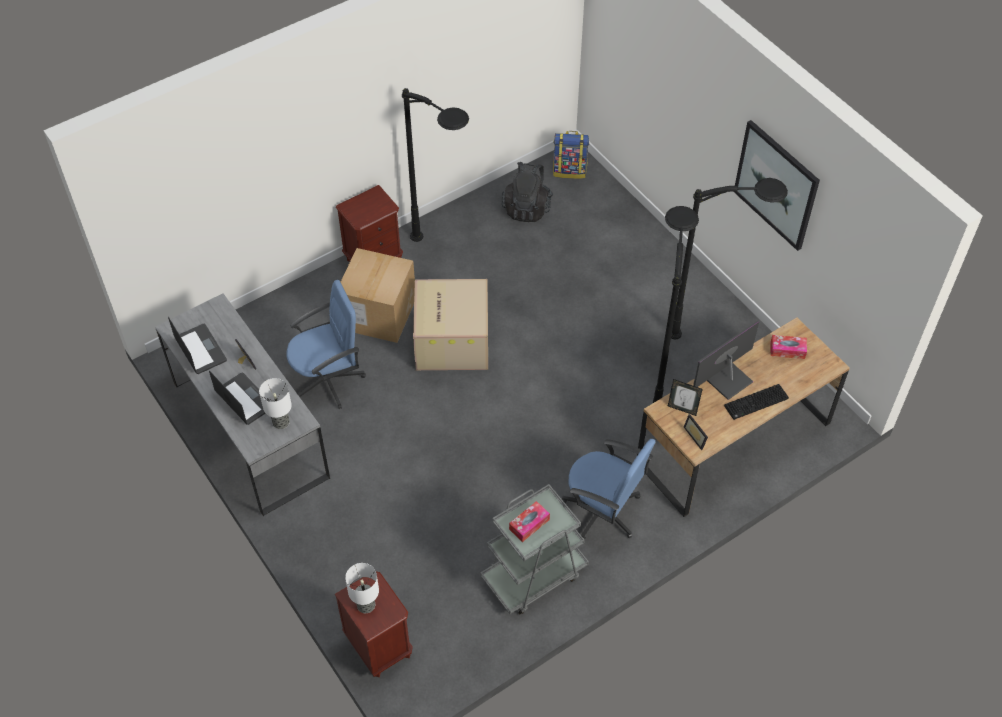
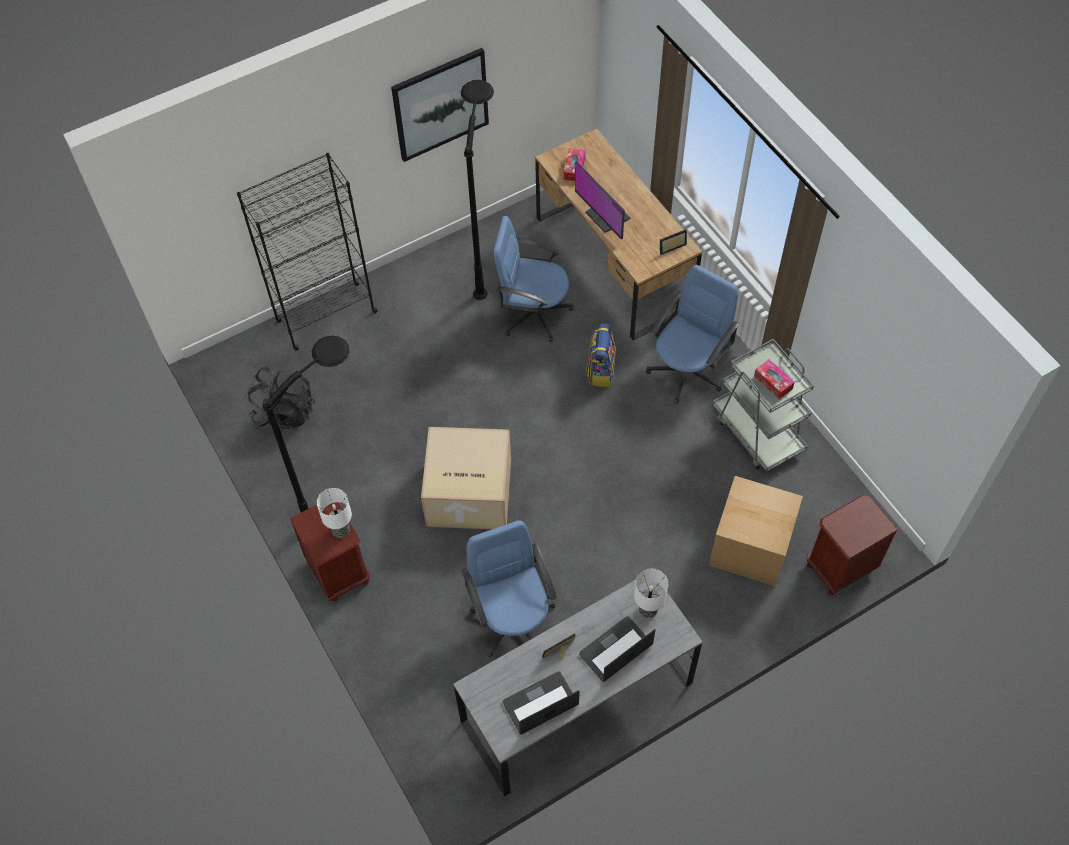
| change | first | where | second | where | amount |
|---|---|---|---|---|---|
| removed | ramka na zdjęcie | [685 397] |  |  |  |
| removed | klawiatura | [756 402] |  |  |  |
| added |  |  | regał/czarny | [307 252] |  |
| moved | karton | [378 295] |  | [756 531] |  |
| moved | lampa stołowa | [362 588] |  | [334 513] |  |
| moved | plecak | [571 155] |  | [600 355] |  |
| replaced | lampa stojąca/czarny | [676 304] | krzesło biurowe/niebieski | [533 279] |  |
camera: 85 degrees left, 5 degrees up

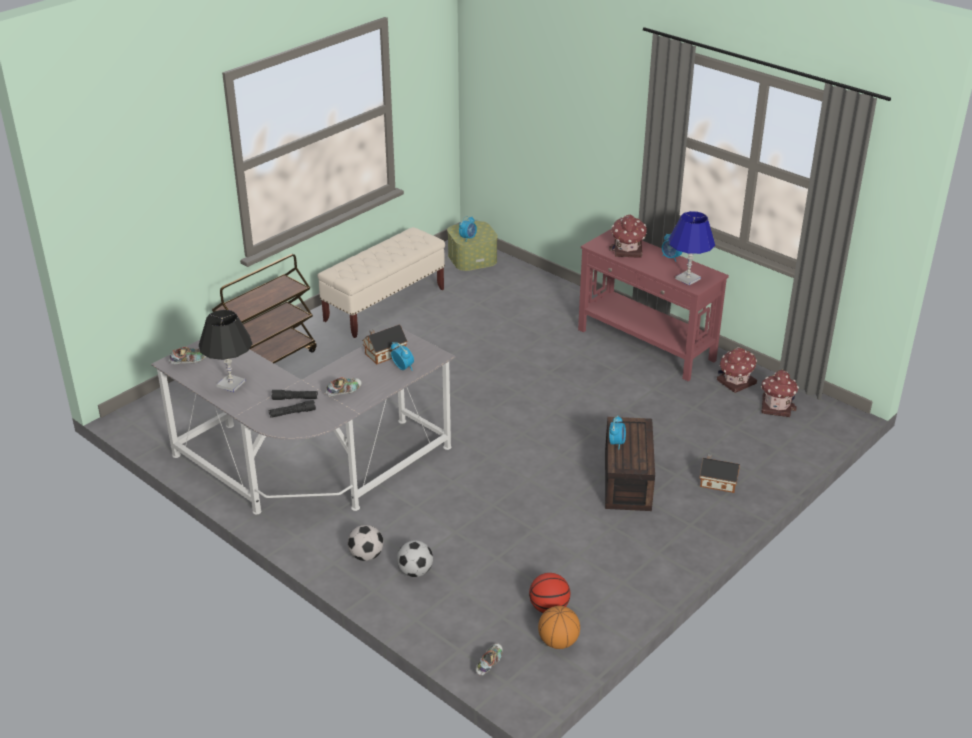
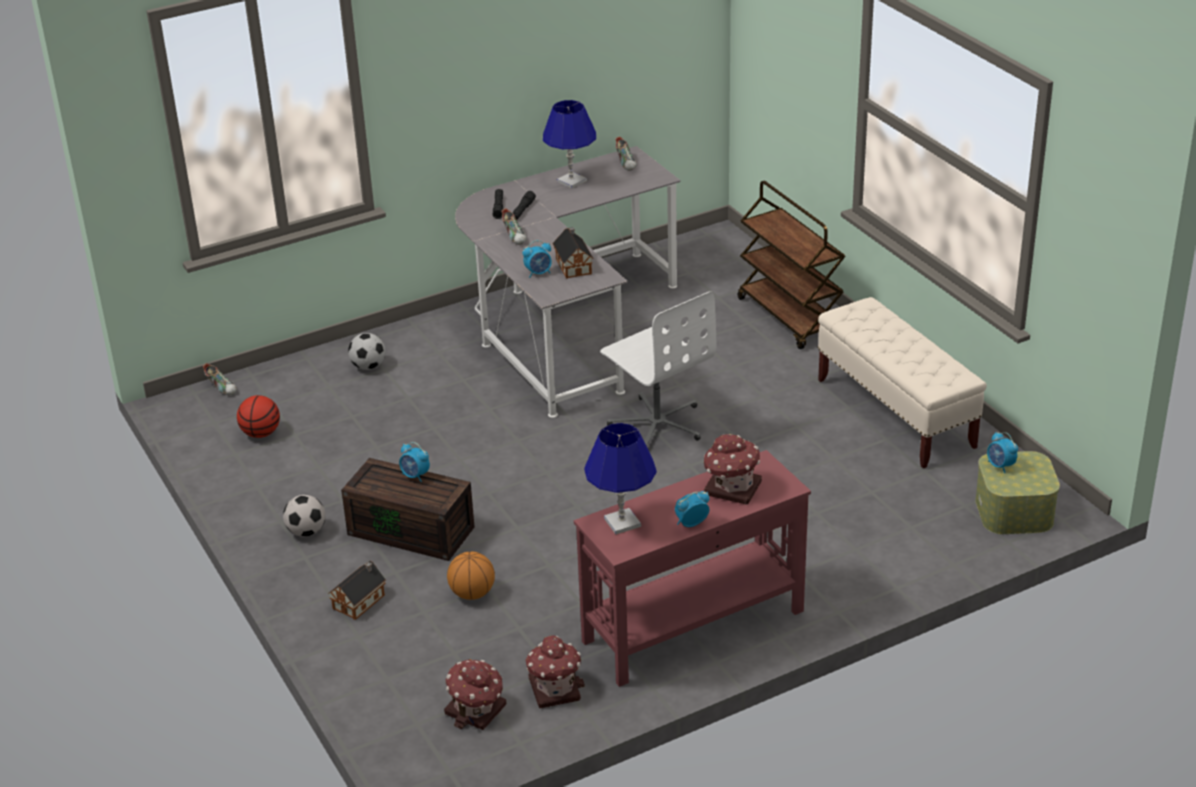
| change | first | where | second | where | amount |
|---|---|---|---|---|---|
| added |  |  | krzesło biurowe/biały | [658 368] |  |
| moved | piłka futbolowa | [365 543] |  | [304 516] |  |
| moved | piłka do koszykówki | [559 627] |  | [471 575] |  |
| recoloured | lampa stołowa/czarny | [225 351] | lampa stołowa/niebieski | [569 144] |  |
camera: 110 degrees right, 0 degrees up

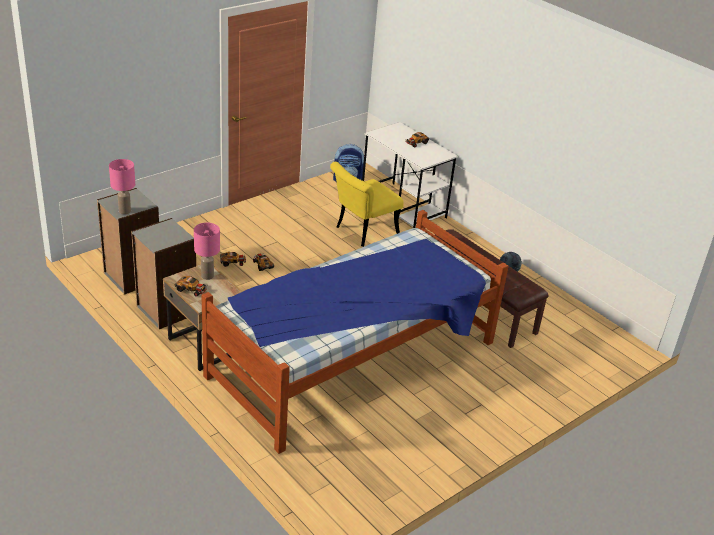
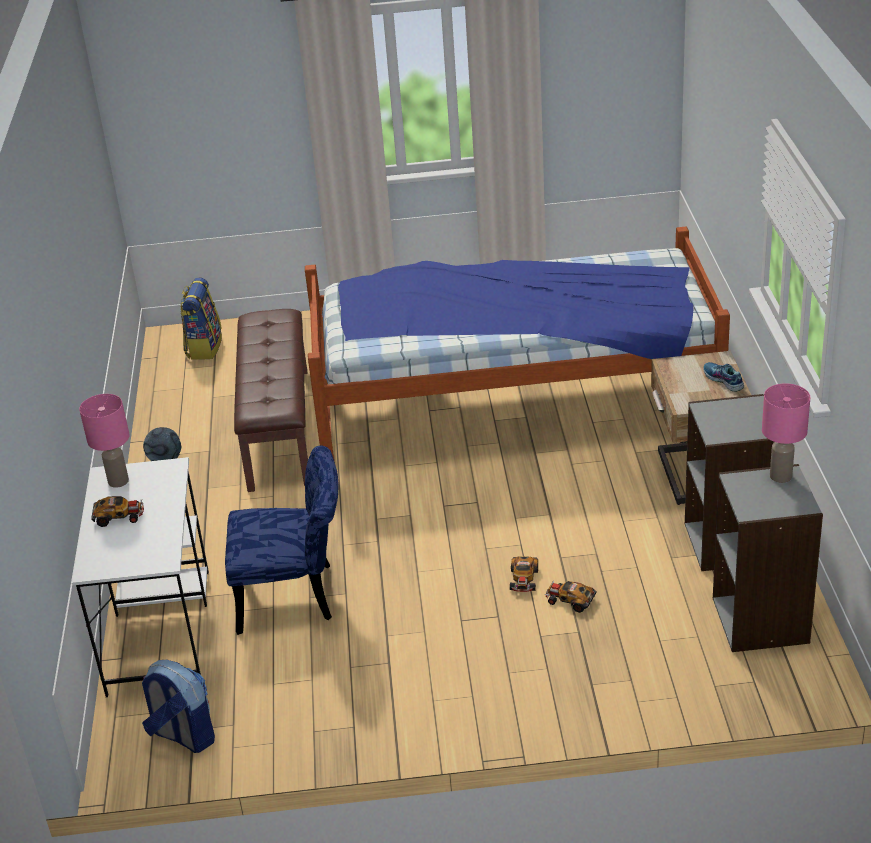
| change | first | where | second | where | amount |
|---|---|---|---|---|---|
| added |  |  | plecak | [201 319] |  |
| moved | lampa stołowa/różowy | [207 251] |  | [104 441] |  |
| replaced | samochodzik | [191 286] | but | [723 377] |  |
| recoloured | krzesło/żółty | [367 204] | krzesło/niebieski | [281 540] |  |
camera: 140 degrees left, 0 degrees up

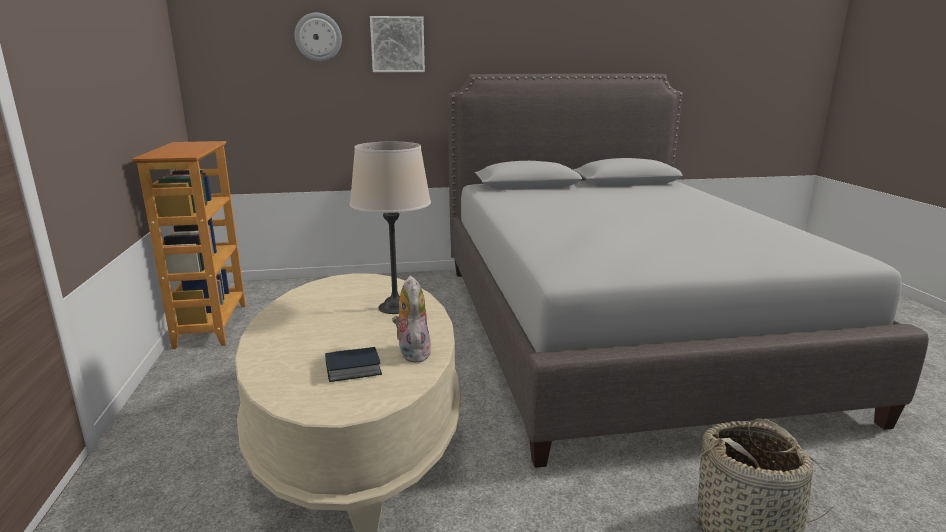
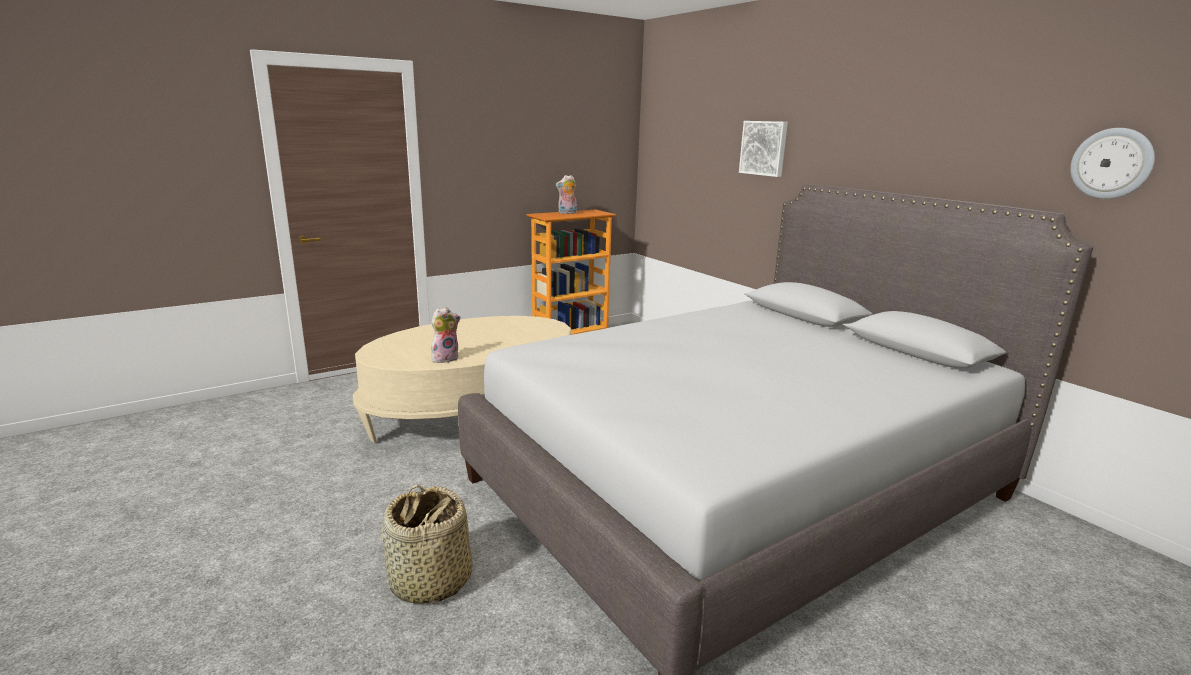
| change | first | where | second | where | amount |
|---|---|---|---|---|---|
| removed | książka | [353 364] |  |  |  |
| removed | lampa stołowa/beżowy | [390 228] |  |  |  |
| added |  |  | pluszak | [566 194] |  |
| moved | zegar ścienny | [318 37] |  | [1112 163] |  |
camera: 65 degrees right, 0 degrees up

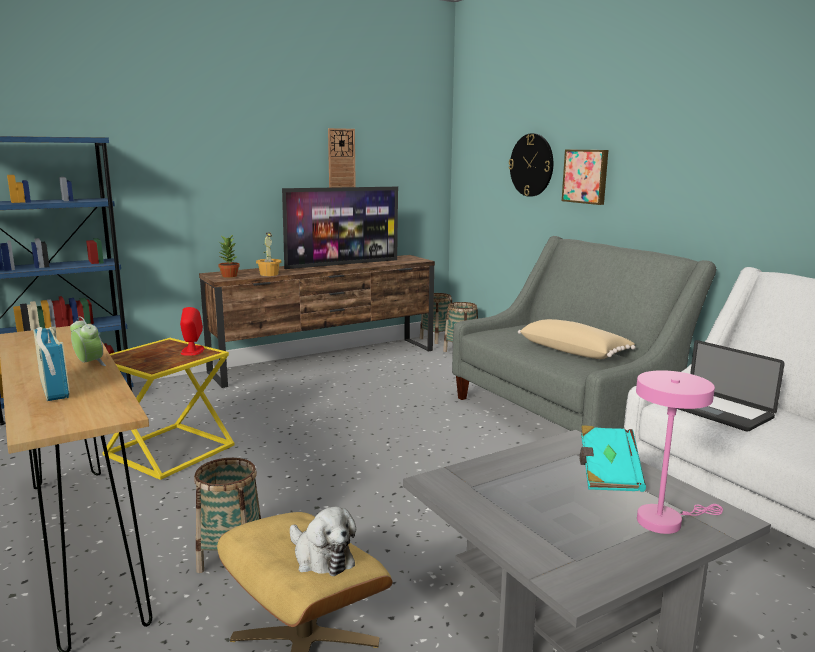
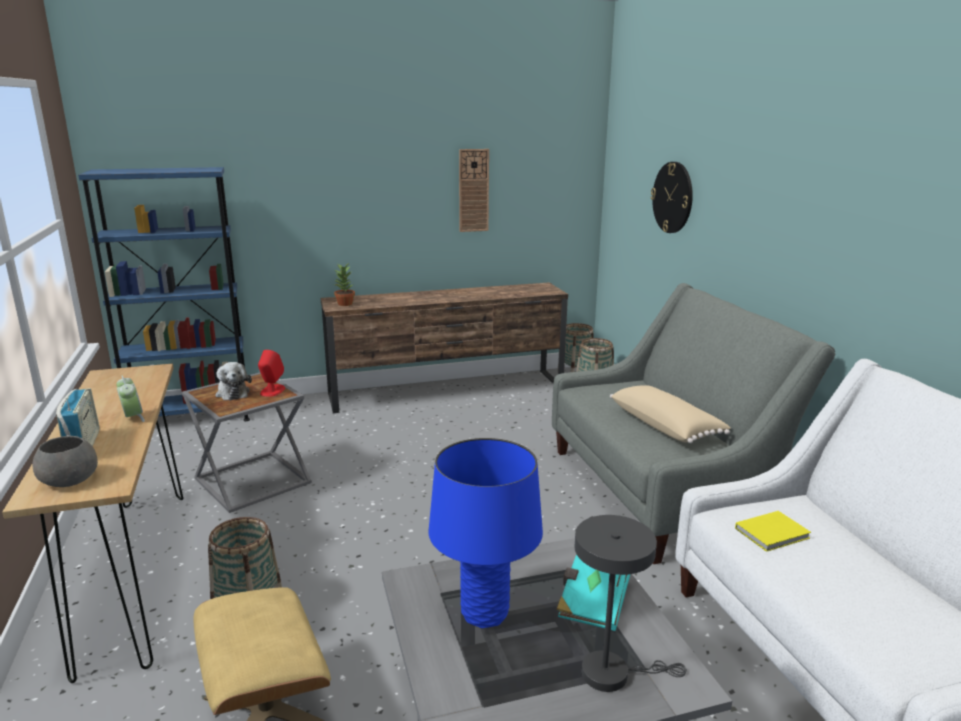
| change | first | where | second | where | amount |
|---|---|---|---|---|---|
| removed | roślina doniczkowa | [268 254] |  |  |  |
| removed | telewizor | [340 228] |  |  |  |
| removed | obraz | [585 177] |  |  |  |
| added |  |  | miska/szary | [65 461] |  |
| added |  |  | lampa stołowa/niebieski | [486 533] |  |
| moved | pluszak | [323 541] |  | [233 381] |  |
| replaced | laptop | [731 386] | książka/żółty | [773 531] |  |
| recoloured | stolik/żółty | [168 409] | stolik/szary | [247 442] |  |
| recoloured | lampa stołowa/różowy | [679 452] | lampa stołowa/szary | [631 603] |  |
camera: 15 degrees right, 5 degrees up

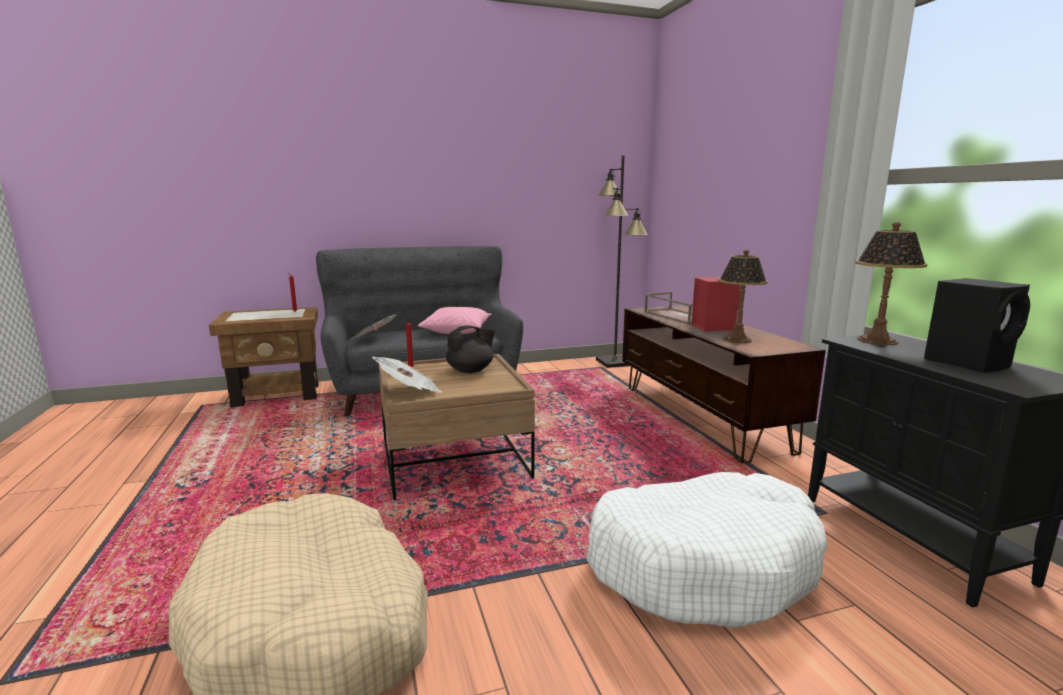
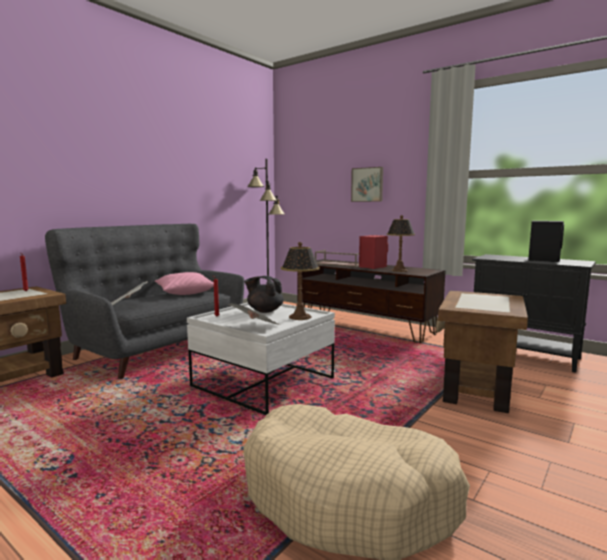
| change | first | where | second | where | amount |
|---|---|---|---|---|---|
| added |  |  | obraz | [367 184] |  |
| moved | lampa stołowa | [891 283] |  | [300 281] |  |
| replaced | legowisko/biały | [706 550] | stolik/brązowy | [482 352] |  |
| recoloured | ława/brązowy | [457 427] | ława/biały | [261 358] |  |
| turned | imbryk/czarny | [470 349] |  | [264 294] | 90 degrees counterclockwise |
camera: 35 degrees left, 5 degrees down

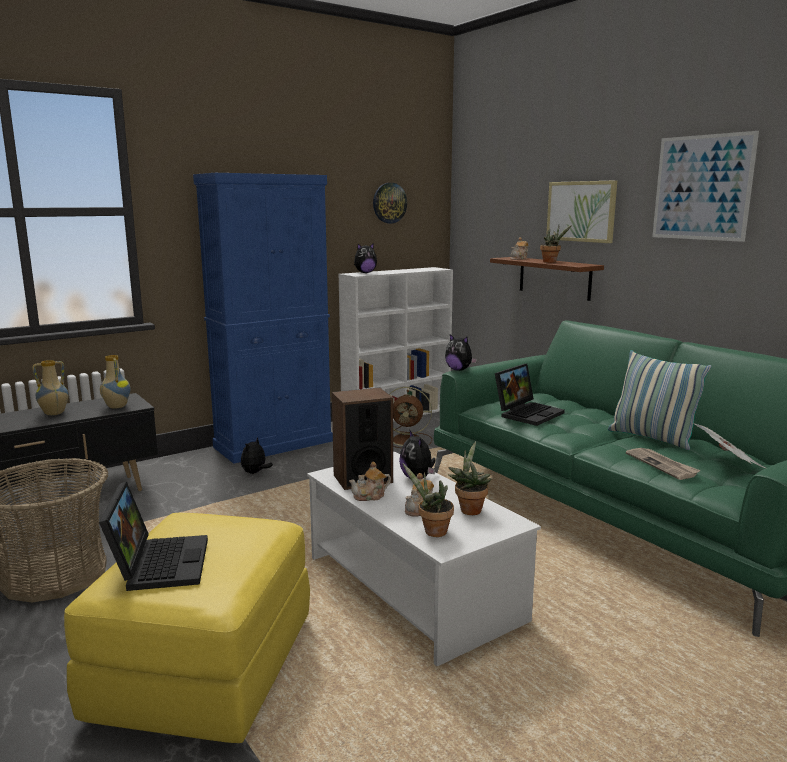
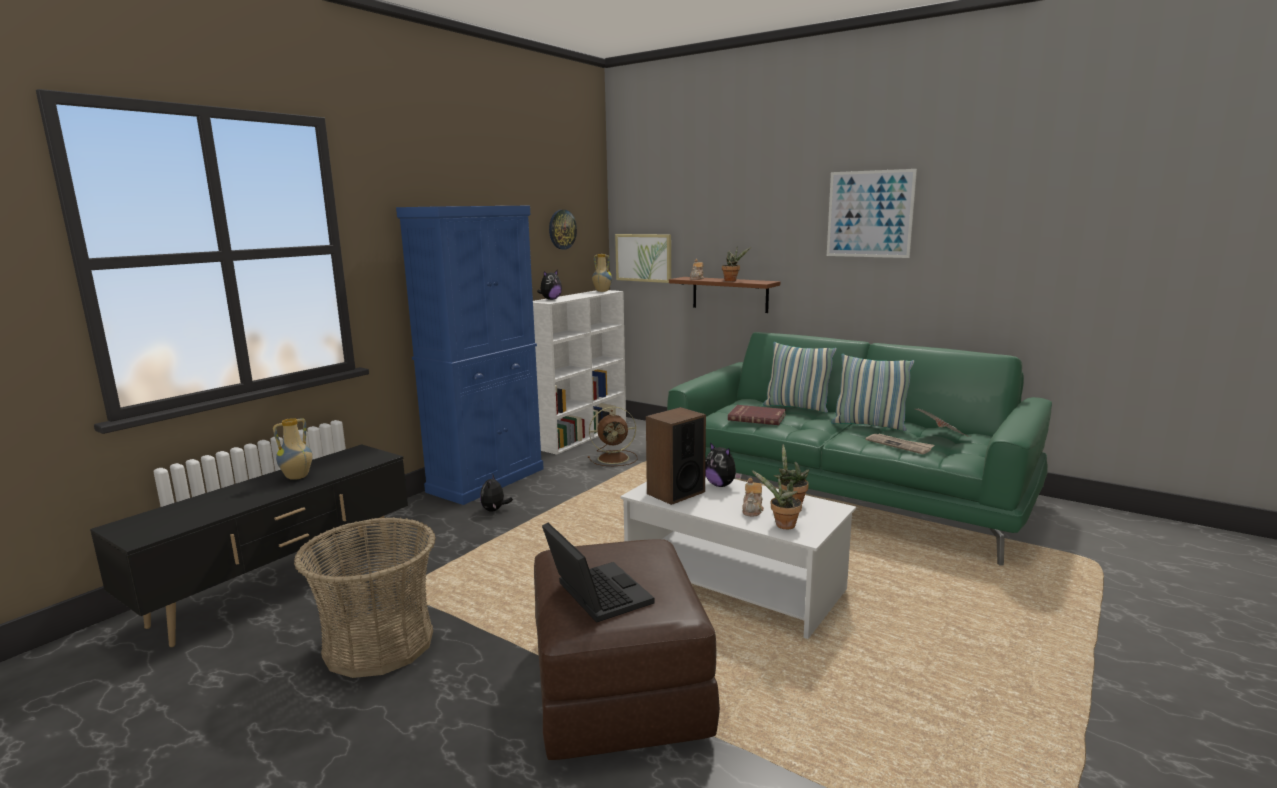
| change | first | where | second | where | amount |
|---|---|---|---|---|---|
| removed | imbryk | [370 481] |  |  |  |
| removed | pluszak | [461 352] |  |  |  |
| added |  |  | poduszka | [800 377] |  |
| moved | wazon | [115 381] |  | [602 273] |  |
| moved | obraz | [581 211] |  | [643 258] |  |
| replaced | laptop | [530 395] | książka/czerwony | [757 415] |  |
| recoloured | pufa/żółty | [187 628] | pufa/brązowy | [627 649] |  |
camera: 20 degrees left, 0 degrees up

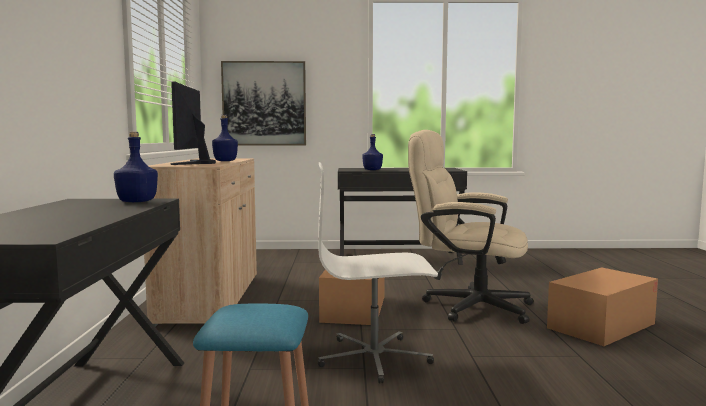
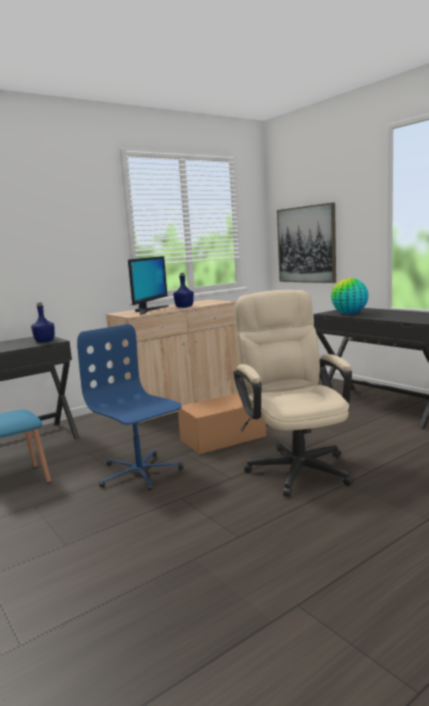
| change | first | where | second | where | amount |
|---|---|---|---|---|---|
| removed | karton | [602 307] |  |  |  |
| replaced | butelka/niebieski | [372 152] | globus | [349 296] |  |
| recoloured | krzesło biurowe/biały | [378 272] | krzesło biurowe/niebieski | [130 407] |  |
| turned | monitor | [193 123] |  | [148 285] | 150 degrees clockwise |
camera: 55 degrees right, 5 degrees up

